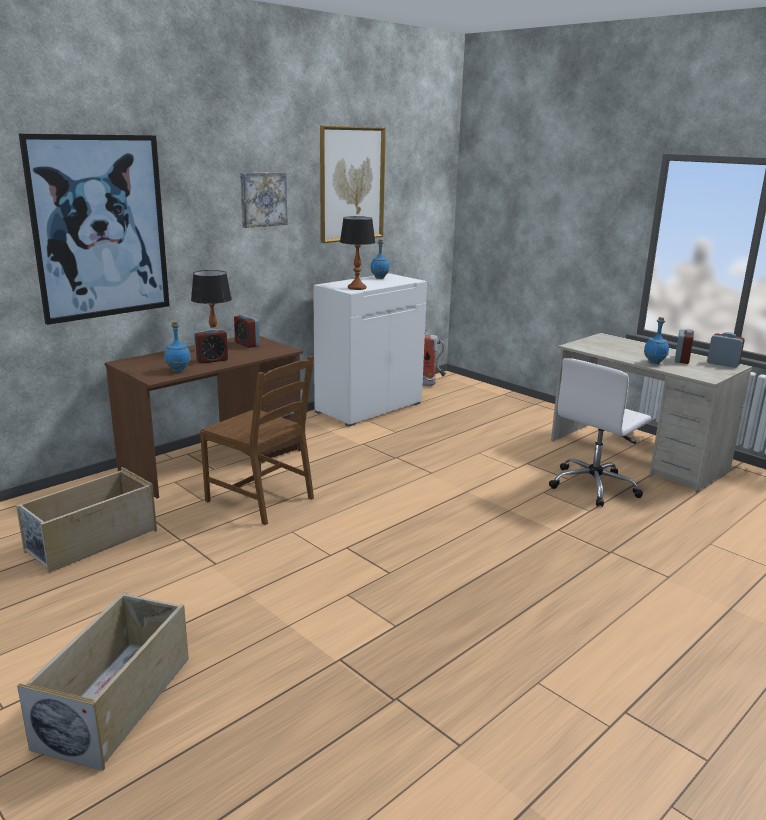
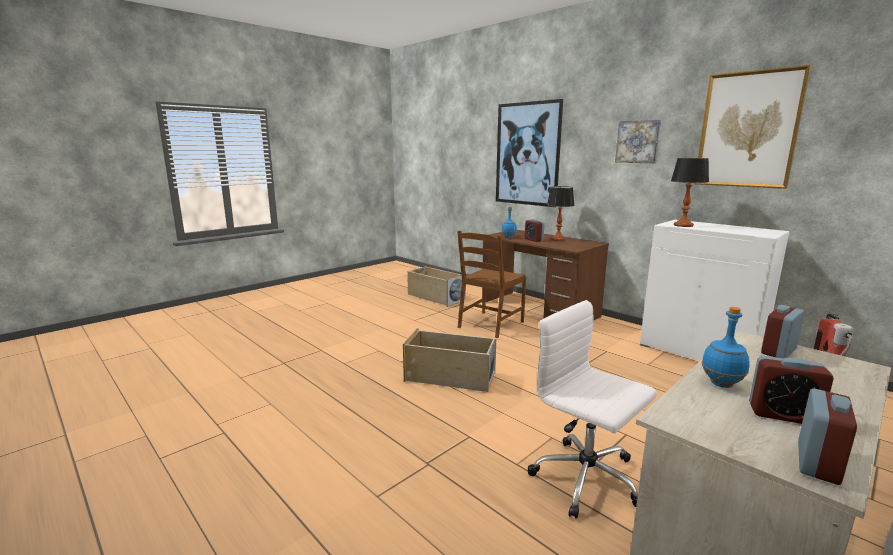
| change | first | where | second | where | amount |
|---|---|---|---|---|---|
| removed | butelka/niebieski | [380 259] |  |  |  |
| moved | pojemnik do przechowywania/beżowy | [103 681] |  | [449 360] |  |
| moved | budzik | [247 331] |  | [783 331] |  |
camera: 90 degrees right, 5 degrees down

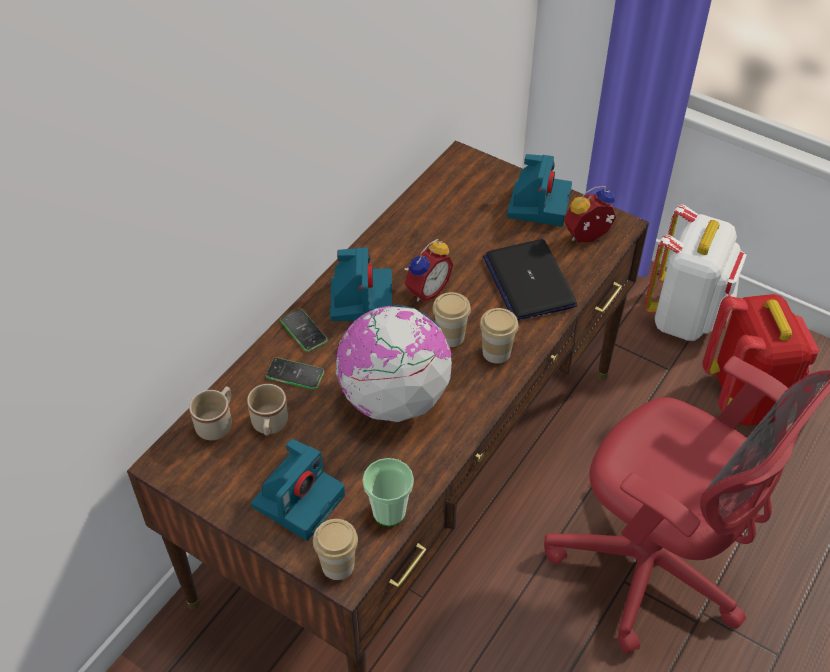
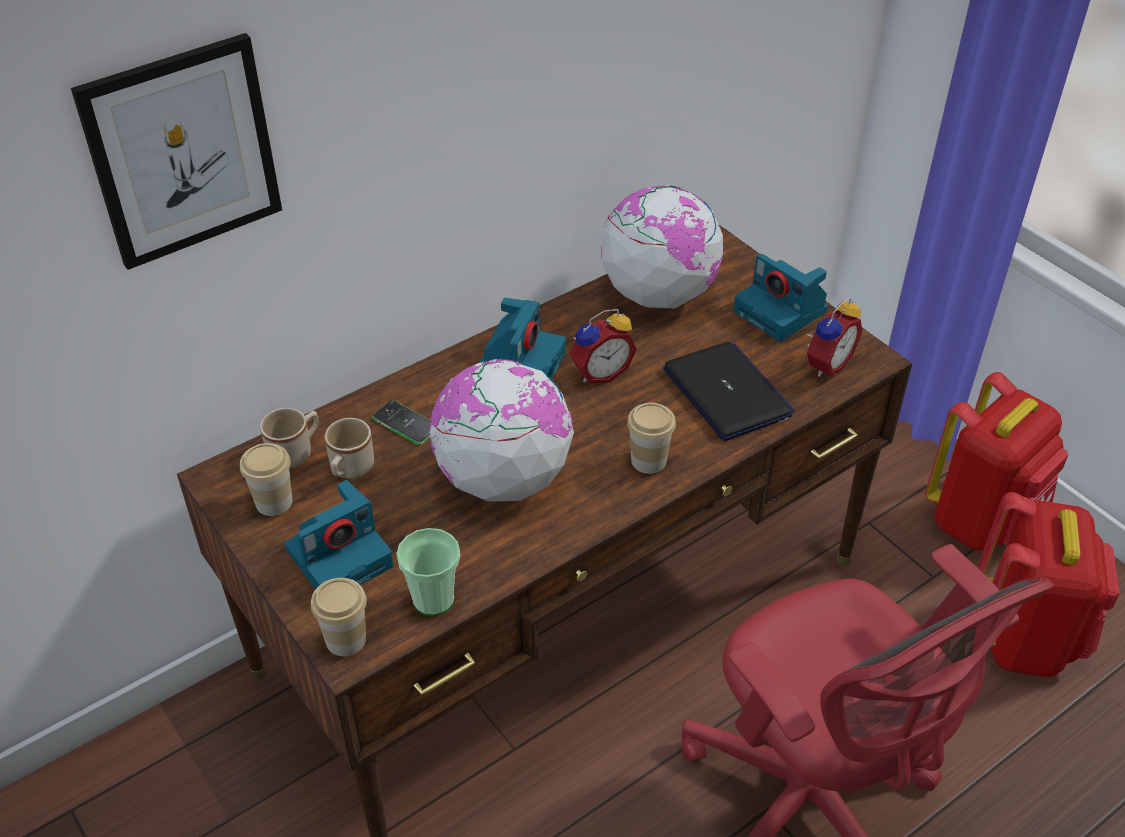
| change | first | where | second | where | amount |
|---|---|---|---|---|---|
| removed | telefon | [304 330] |  |  |  |
| added |  |  | obraz | [176 151] |  |
| added |  |  | globus | [662 246] |  |
| moved | filiżanka | [452 319] |  | [266 479] |  |
| recoloured | plecak/biały | [695 273] | plecak/czerwony | [996 461] |  |
| turned | laptop | [530 280] |  | [729 391] | 150 degrees clockwise |
| turned | aparat fotograficzny | [539 190] |  | [781 298] | 105 degrees clockwise |
| turned | budzik | [590 214] |  | [834 337] | 135 degrees clockwise |
camera: 20 degrees right, 5 degrees down

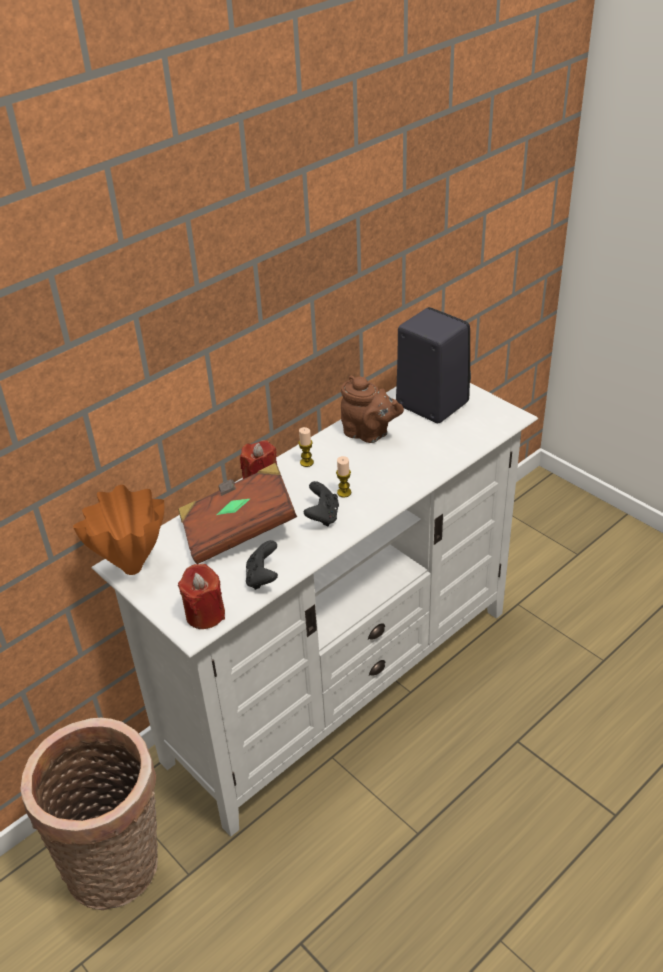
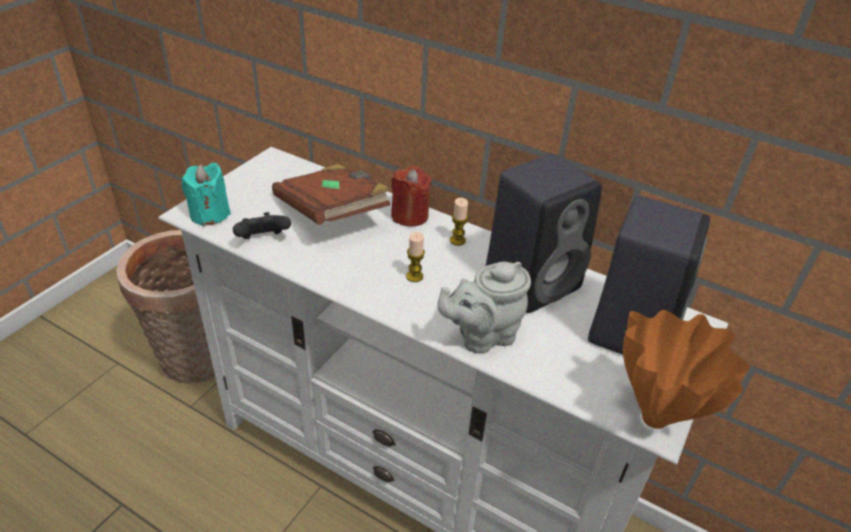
| change | first | where | second | where | amount |
|---|---|---|---|---|---|
| removed | pad do gier/czarny | [321 503] |  |  |  |
| added |  |  | imbryk/szary | [484 308] |  |
| moved | wazon/pomarańczowy | [118 530] |  | [686 369] |  |
| replaced | imbryk/brązowy | [372 409] | głośnik/czarny | [544 233] |  |
| recoloured | świeca/czerwony | [201 596] | świeca/turkusowy | [206 194] |  |
camera: 70 degrees right, 0 degrees up

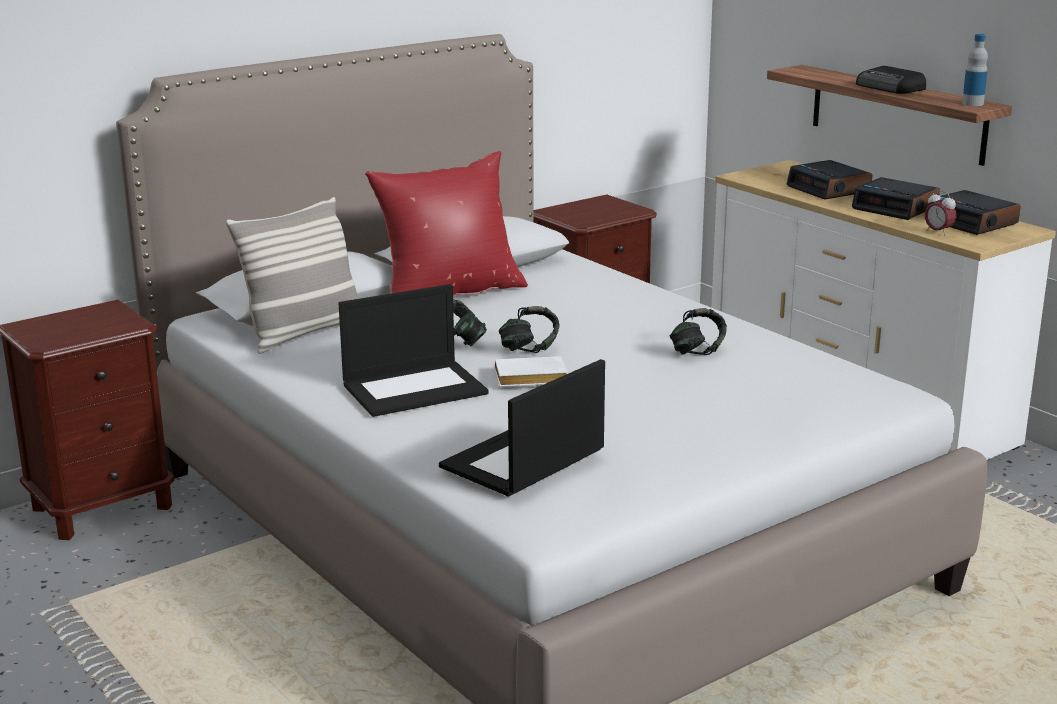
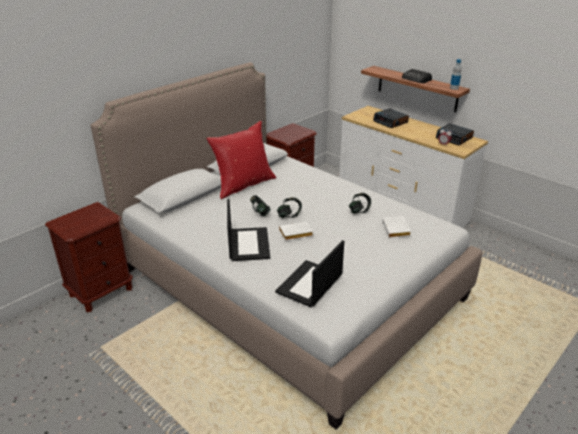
| change | first | where | second | where | amount |
|---|---|---|---|---|---|
| removed | poduszka | [292 275] |  |  |  |
| removed | budzik | [896 198] |  |  |  |
| added |  |  | książka/biały | [396 227] |  |
| turned | laptop | [413 350] |  | [248 230] | 60 degrees counterclockwise |
camera: 10 degrees left, 10 degrees up

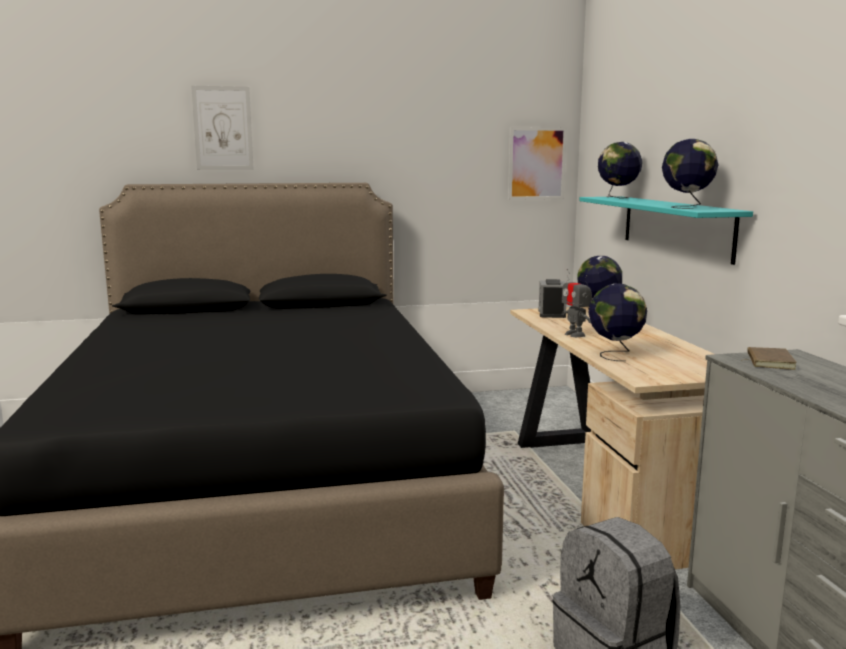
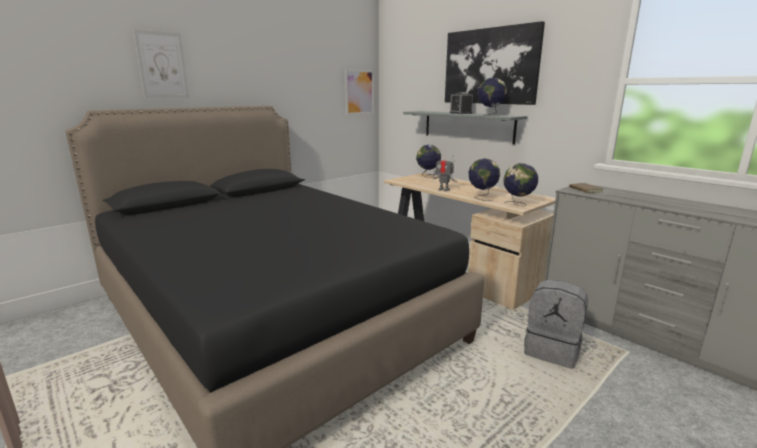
| change | first | where | second | where | amount |
|---|---|---|---|---|---|
| added |  |  | obraz | [495 63] |  |
| moved | budzik | [552 298] |  | [461 103] |  |
| moved | globus | [620 170] |  | [520 185] |  |
| recoloured | półka/turkusowy | [666 231] | półka/szary | [465 127] |  |
camera: 30 degrees left, 5 degrees up

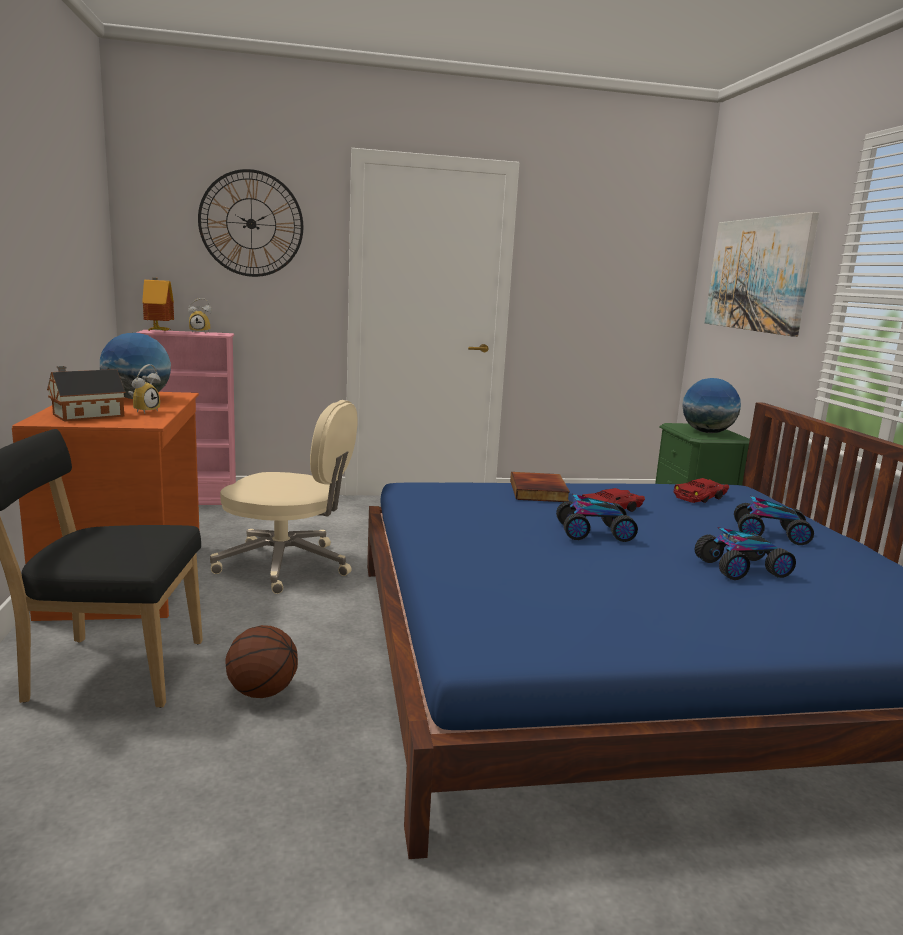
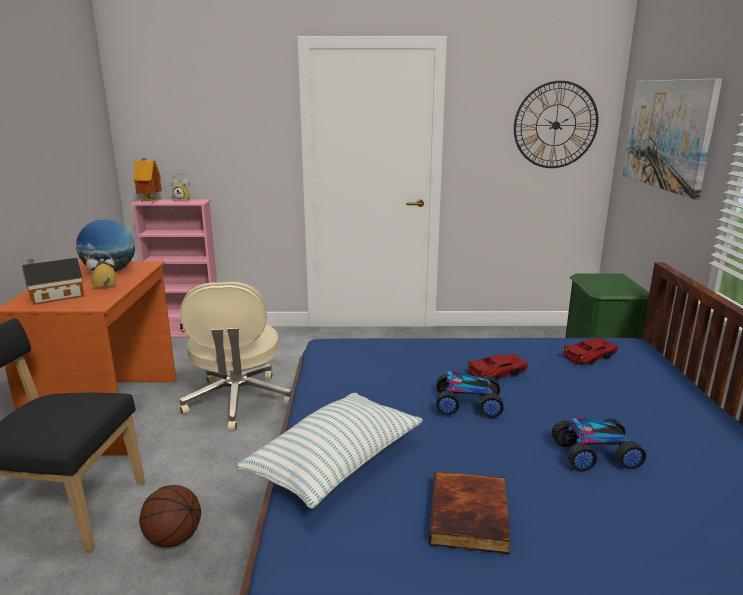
| change | first | where | second | where | amount |
|---|---|---|---|---|---|
| removed | globus | [711 405] |  |  |  |
| removed | samochodzik | [774 520] |  |  |  |
| added |  |  | poduszka | [330 450] |  |
| moved | zegar ścienny | [250 223] |  | [556 124] |  |
| moved | książka | [540 487] |  | [470 512] |  |
| turned | budzik | [144 388] |  | [101 270] | 150 degrees counterclockwise |
| turned | krzesło biurowe/beżowy | [284 497] |  | [235 356] | 60 degrees clockwise |
camera: 10 degrees right, 5 degrees up

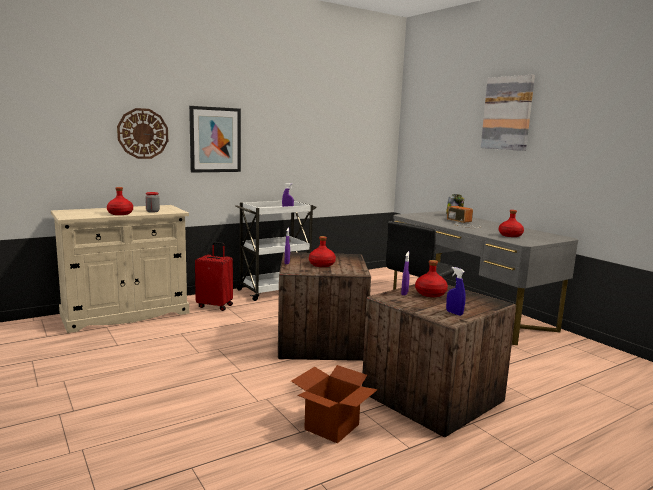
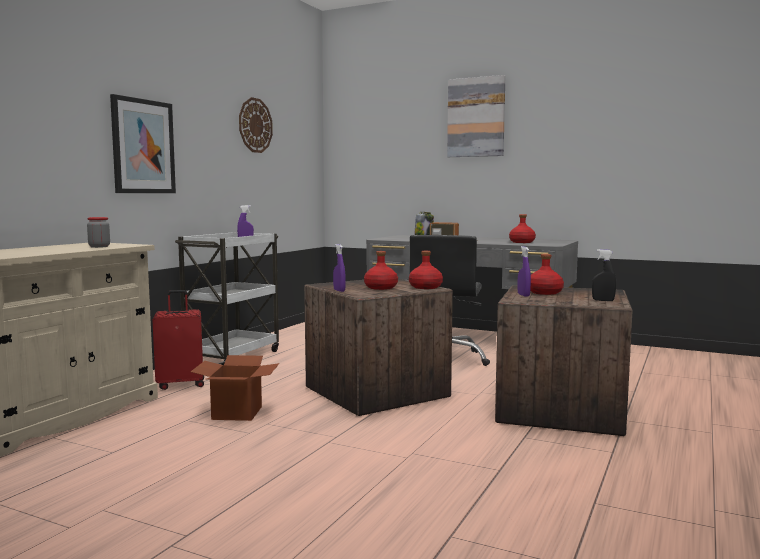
| change | first | where | second | where | amount |
|---|---|---|---|---|---|
| moved | butelka/czerwony | [120 201] |  | [426 270] |  |
| moved | zegar ścienny | [142 133] |  | [256 125] |  |
| moved | karton | [334 404] |  | [235 388] |  |
| recoloured | spryskiwacz/niebieski | [456 291] | spryskiwacz/czarny | [604 275] |  |
camera: 30 degrees left, 5 degrees down

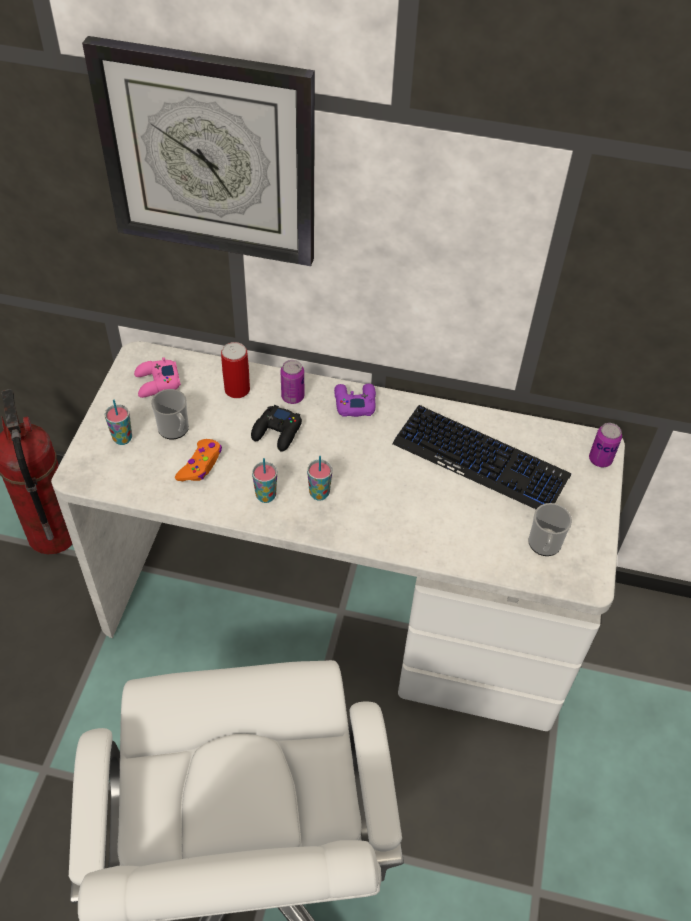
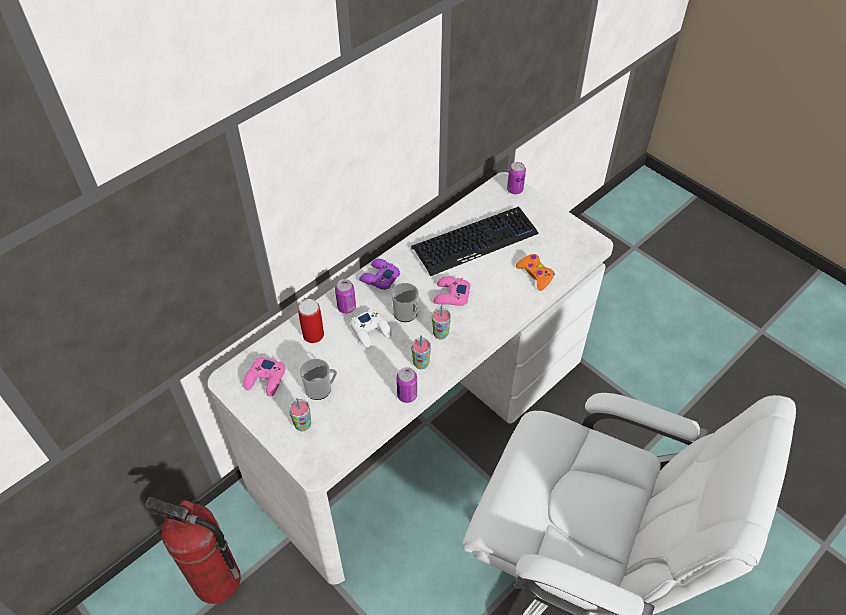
| change | first | where | second | where | amount |
|---|---|---|---|---|---|
| removed | zegar ścienny | [198 151] |  |  |  |
| added |  |  | puszka | [406 385] |  |
| added |  |  | pad do gier/różowy | [452 291] |  |
| moved | pad do gier/pomarańczowy | [198 460] |  | [535 272] |  |
| moved | kubek | [550 529] |  | [405 302] |  |
| recoloured | pad do gier/czarny | [276 428] | pad do gier/biały | [371 328] |  |
camera: 55 degrees left, 0 degrees up

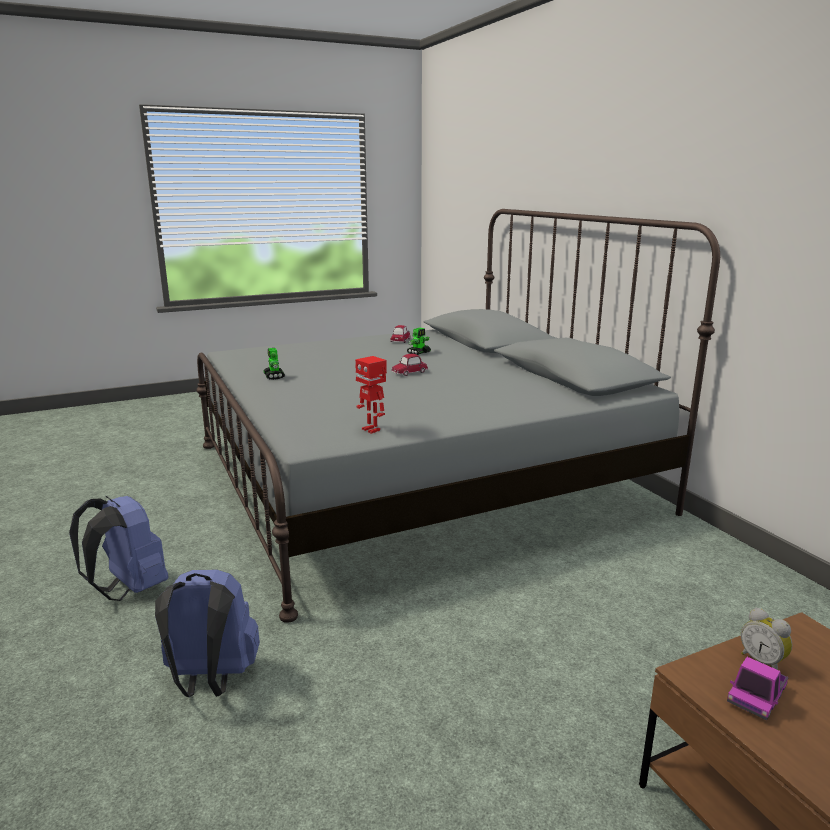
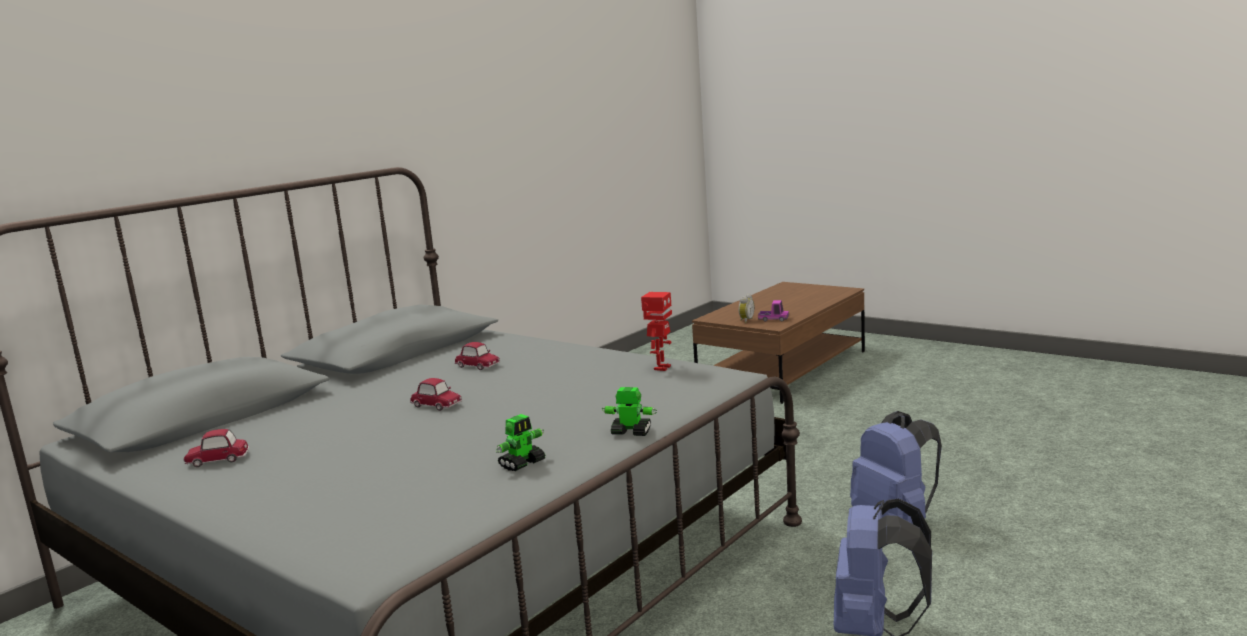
| change | first | where | second | where | amount |
|---|---|---|---|---|---|
| added |  |  | samochodzik | [477 356] |  |
| moved | robot zabawkowy | [419 341] |  | [629 411] |  |
camera: 115 degrees left, 5 degrees down

